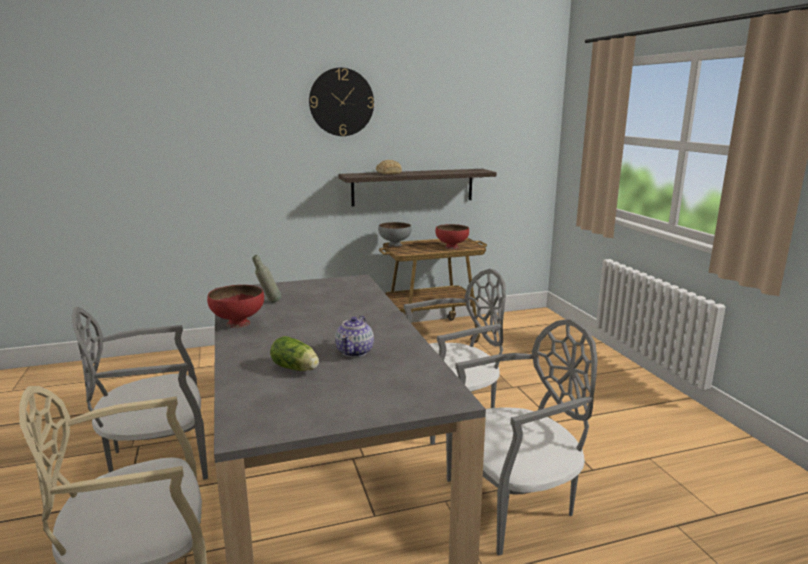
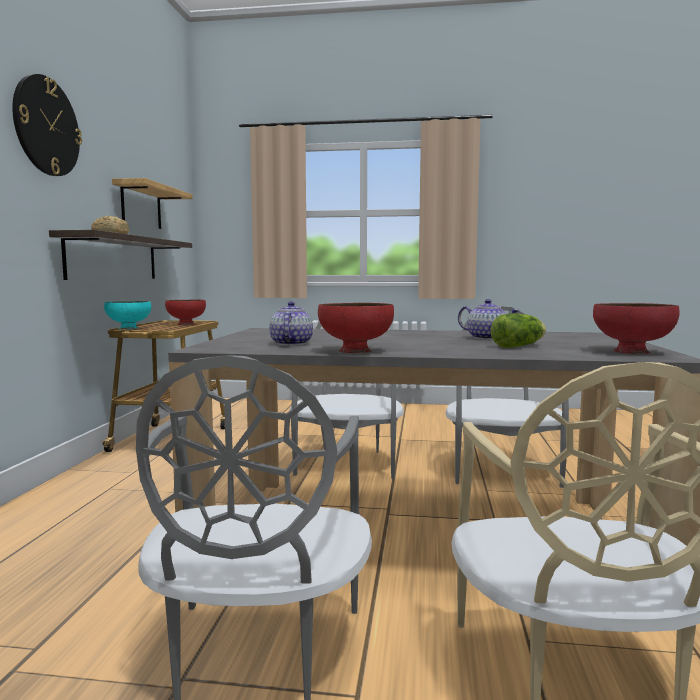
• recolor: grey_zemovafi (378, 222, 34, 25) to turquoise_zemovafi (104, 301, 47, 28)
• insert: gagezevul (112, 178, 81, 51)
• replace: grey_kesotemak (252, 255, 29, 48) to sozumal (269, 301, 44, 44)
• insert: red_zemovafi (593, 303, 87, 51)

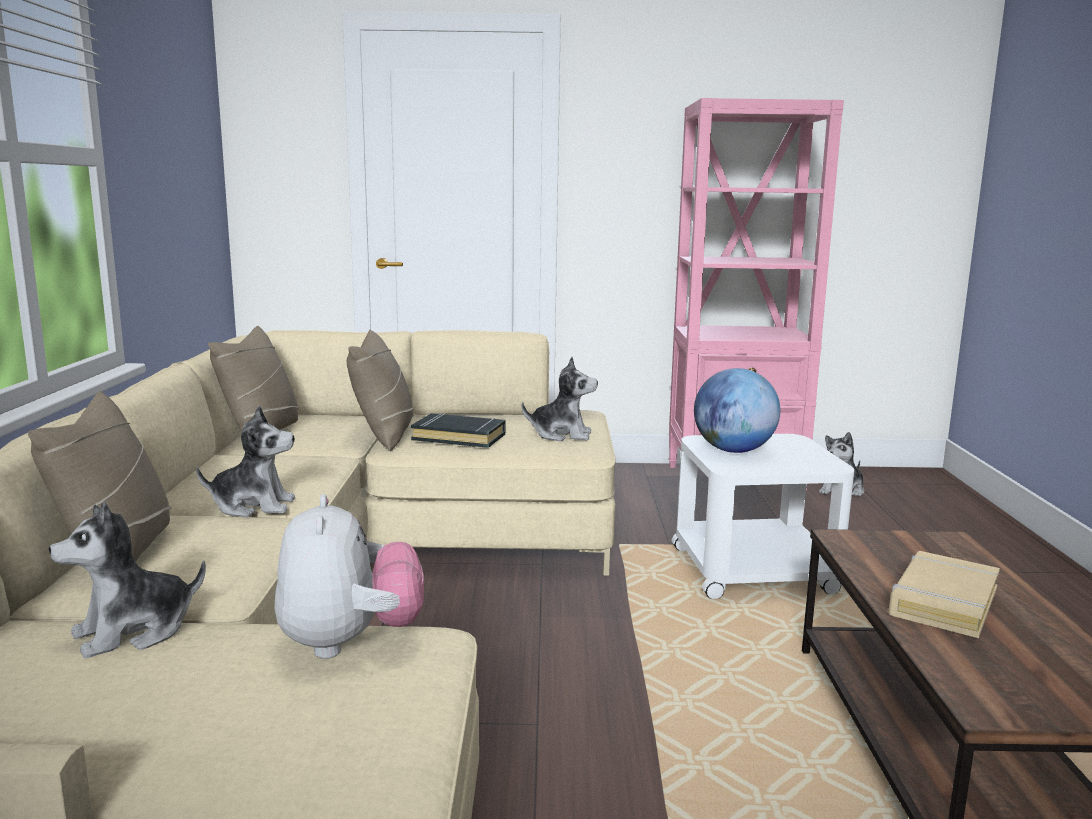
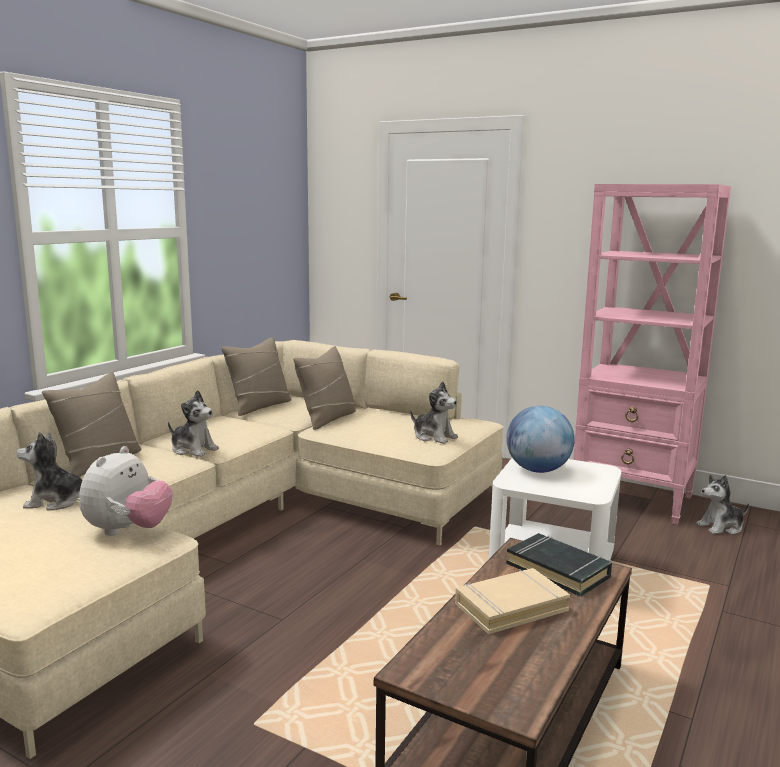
• move: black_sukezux (411, 413, 94, 35) to (506, 533, 106, 64)

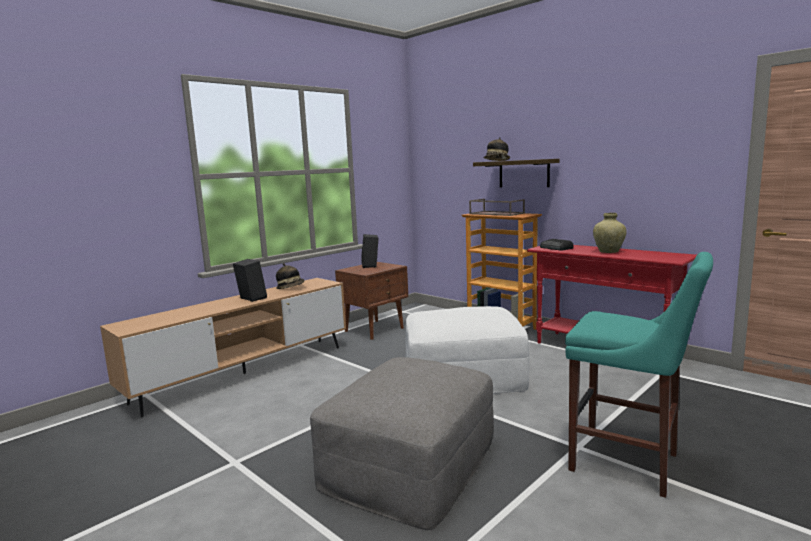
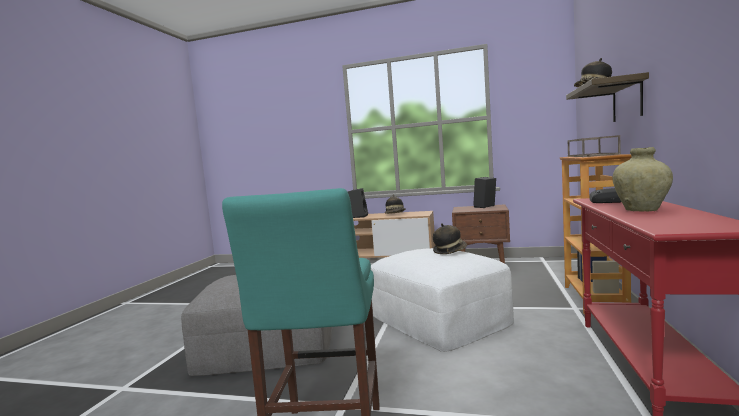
• insert: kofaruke (433, 223, 34, 31)

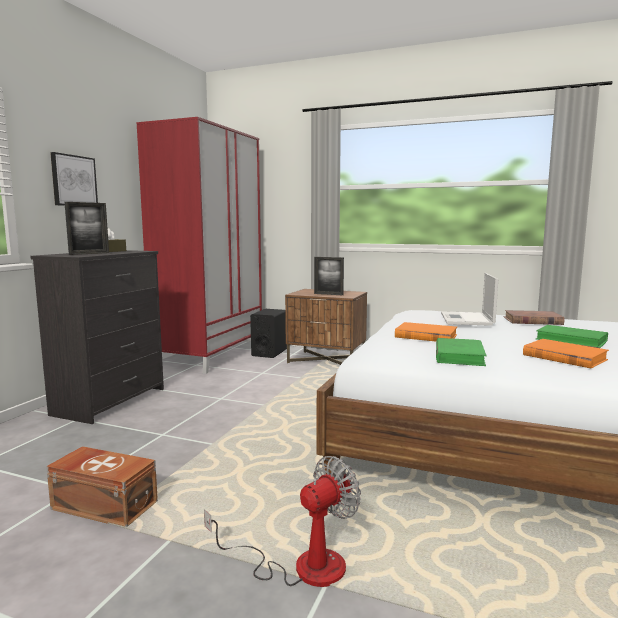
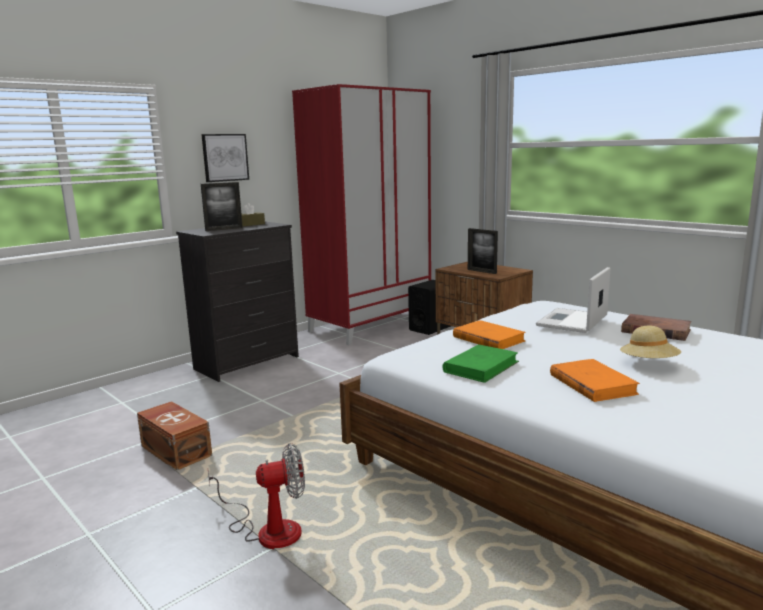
• replace: green_sukezux (536, 325, 72, 23) to beige_kofaruke (620, 326, 61, 32)

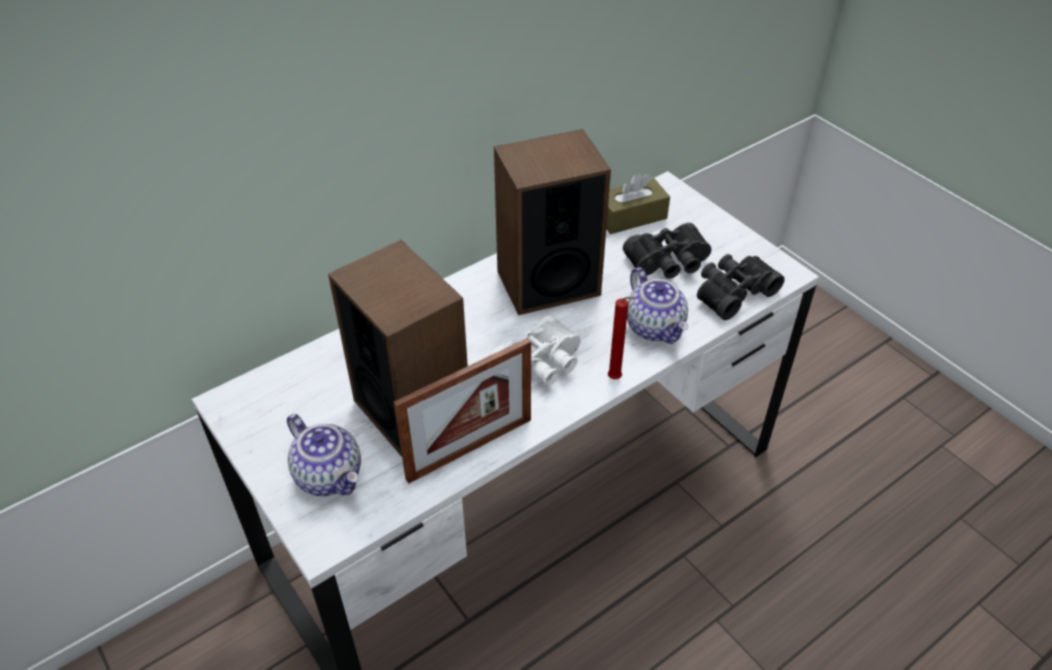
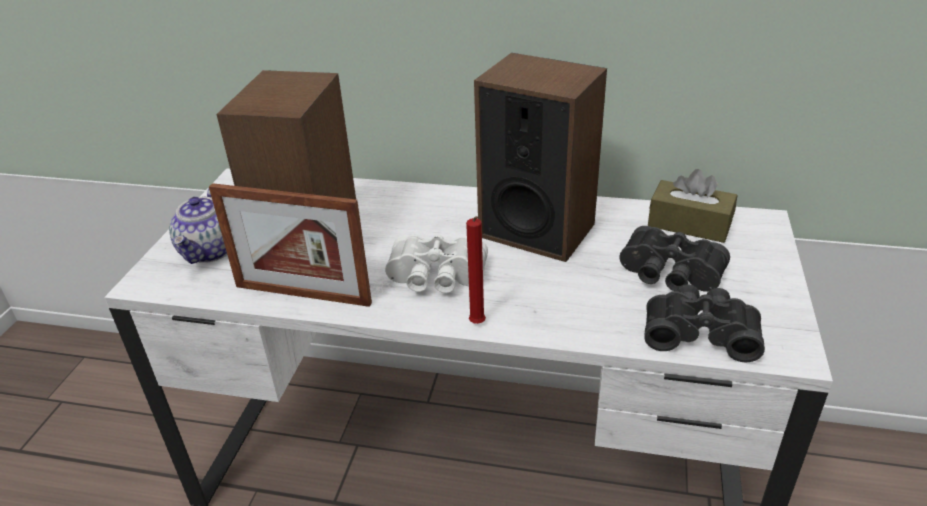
• delete: sozumal (627, 267, 61, 77)

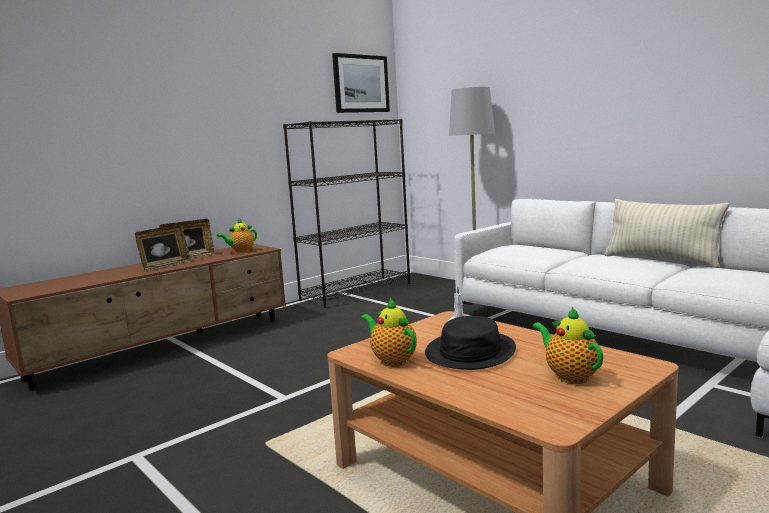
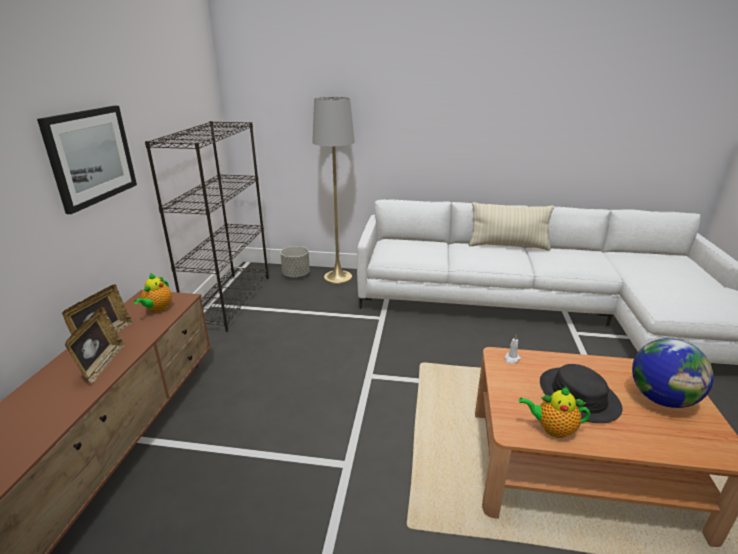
• move: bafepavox (332, 53, 58, 60) to (37, 106, 100, 108)
• insert: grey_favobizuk (280, 246, 30, 32)
• replace: sozumal (532, 307, 71, 77) to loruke (632, 338, 82, 70)

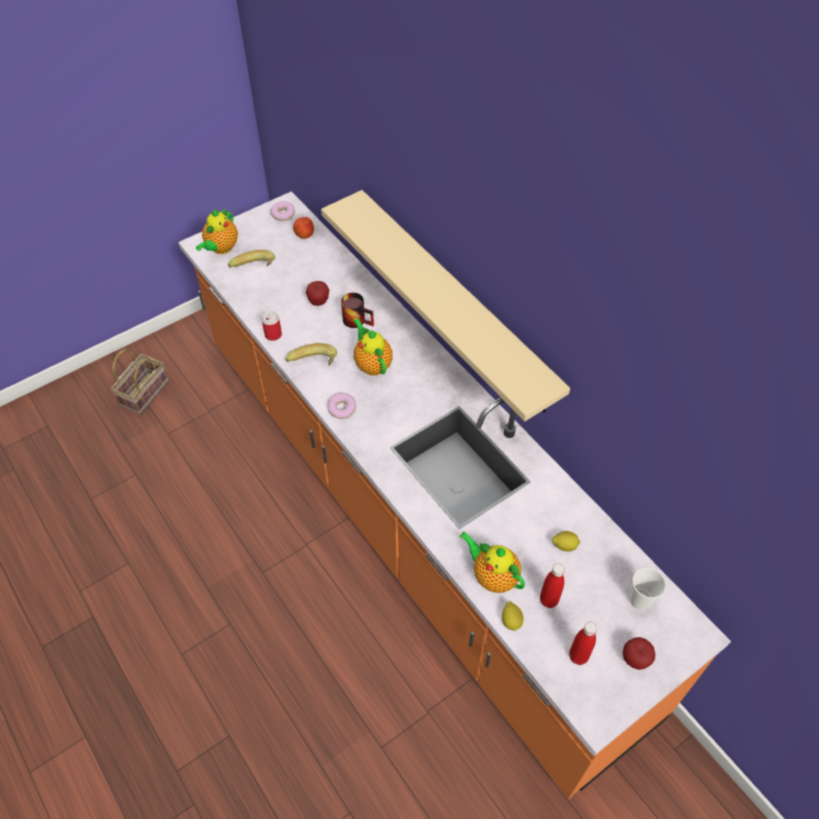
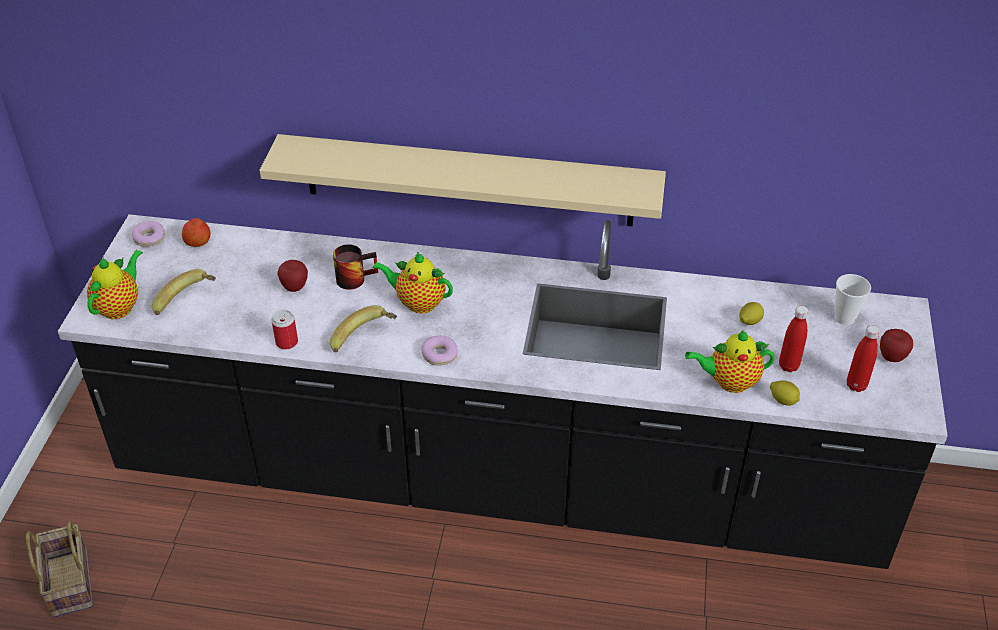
• recolor: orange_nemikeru (178, 191, 553, 608) to black_nemikeru (58, 214, 890, 355)
• rotate: sozumal (196, 209, 42, 45) = (87, 250, 56, 69) 135 degrees counterclockwise

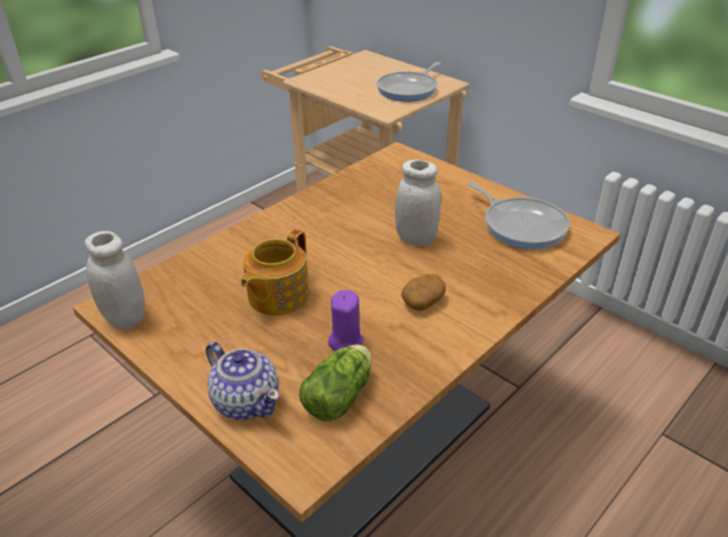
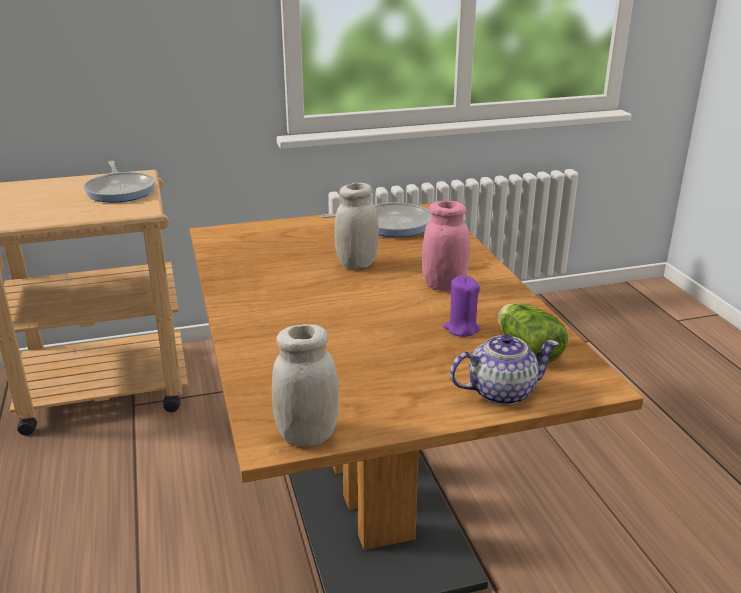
• replace: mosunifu (401, 274, 45, 37) to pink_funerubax (422, 201, 48, 90)
• delete: sozumal (240, 229, 69, 86)

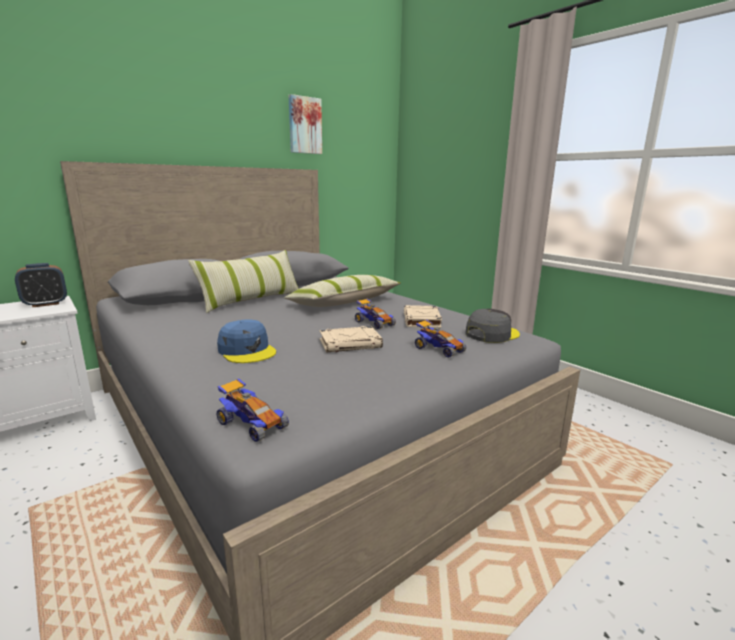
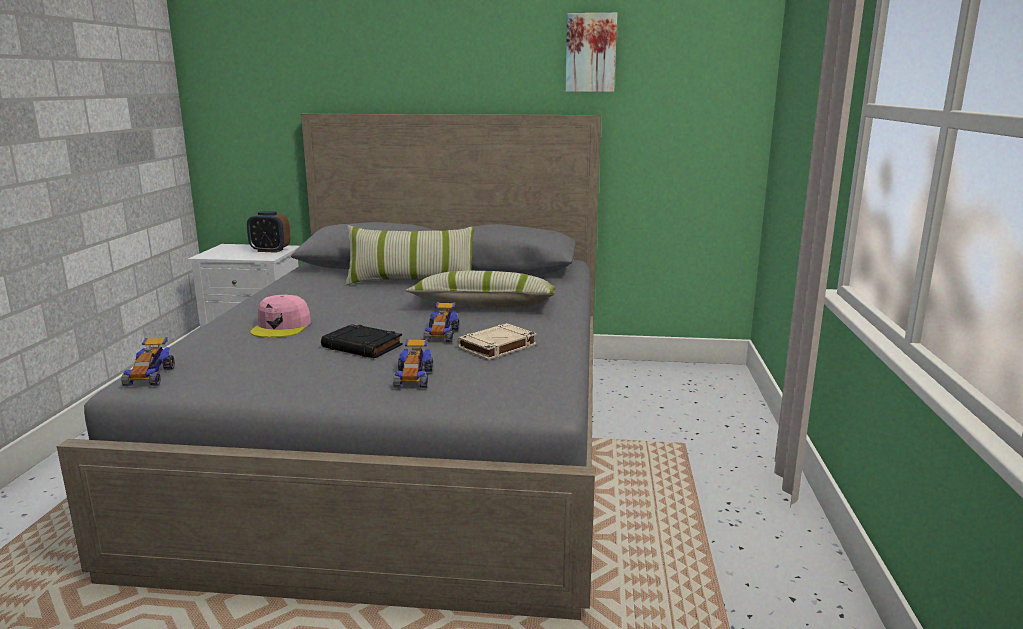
• recolor: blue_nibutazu (217, 319, 59, 44) to pink_nibutazu (250, 295, 61, 43)
• recolor: beige_sukezux (319, 326, 64, 26) to black_sukezux (321, 324, 82, 34)
• delete: grey_nibutazu (465, 309, 55, 34)

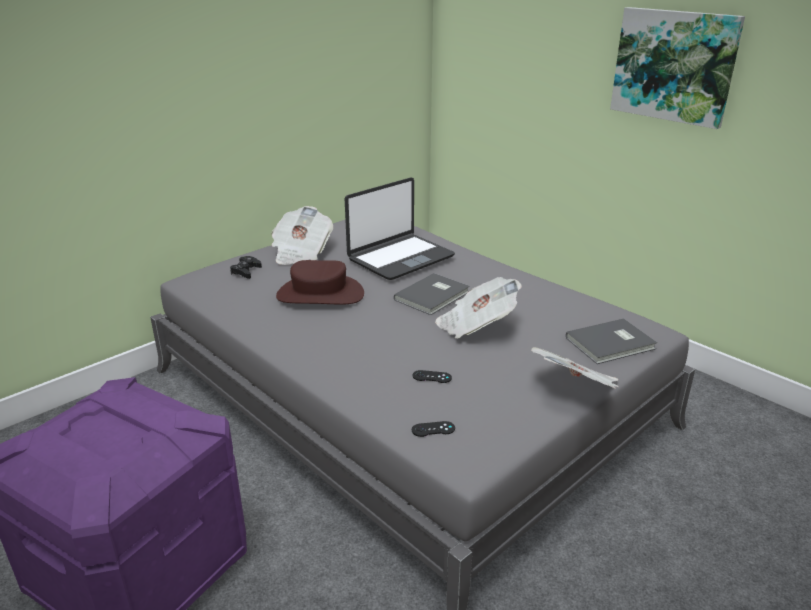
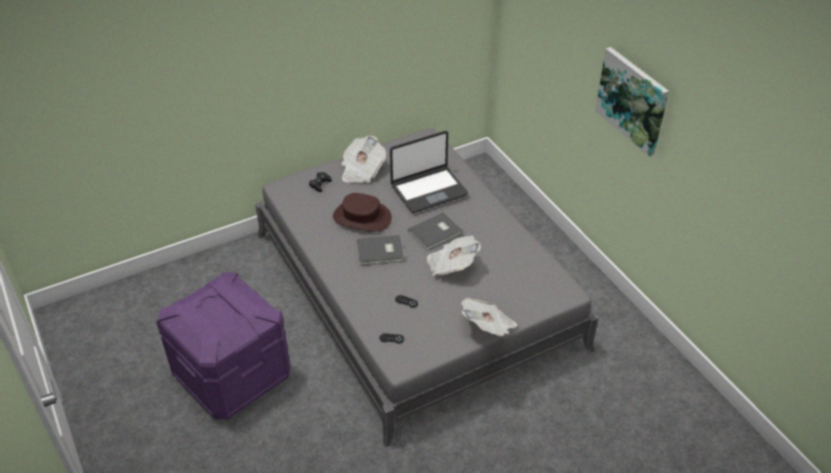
• move: grey_sukezux (566, 319, 92, 45) to (357, 235, 47, 30)

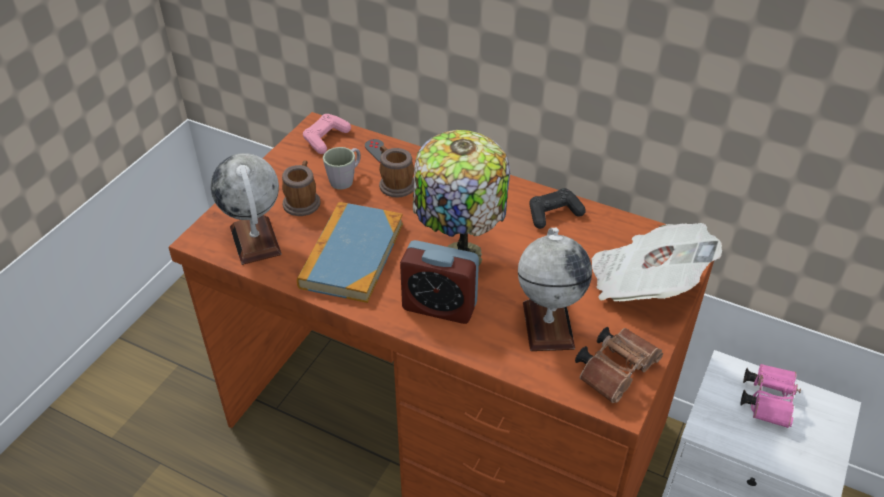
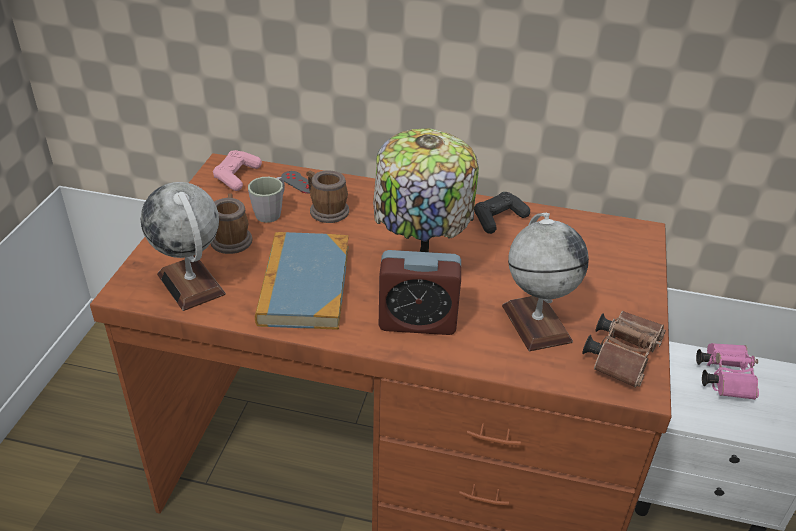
• delete: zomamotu (591, 223, 131, 78)

